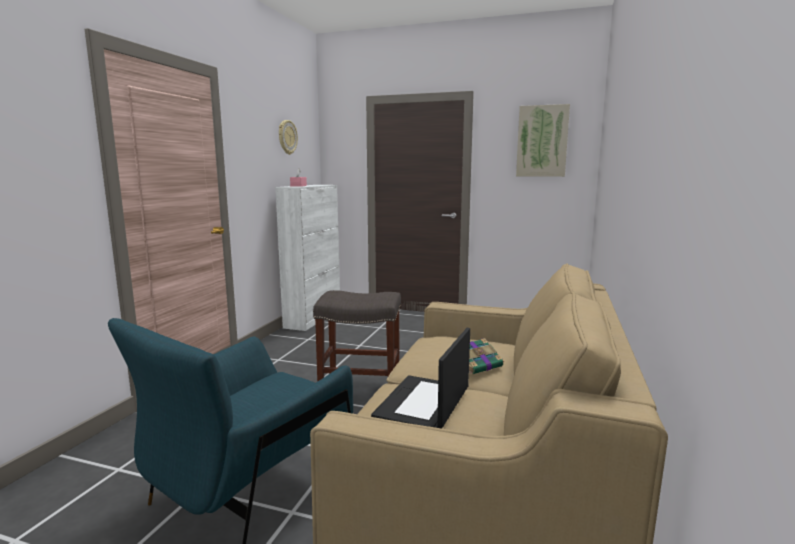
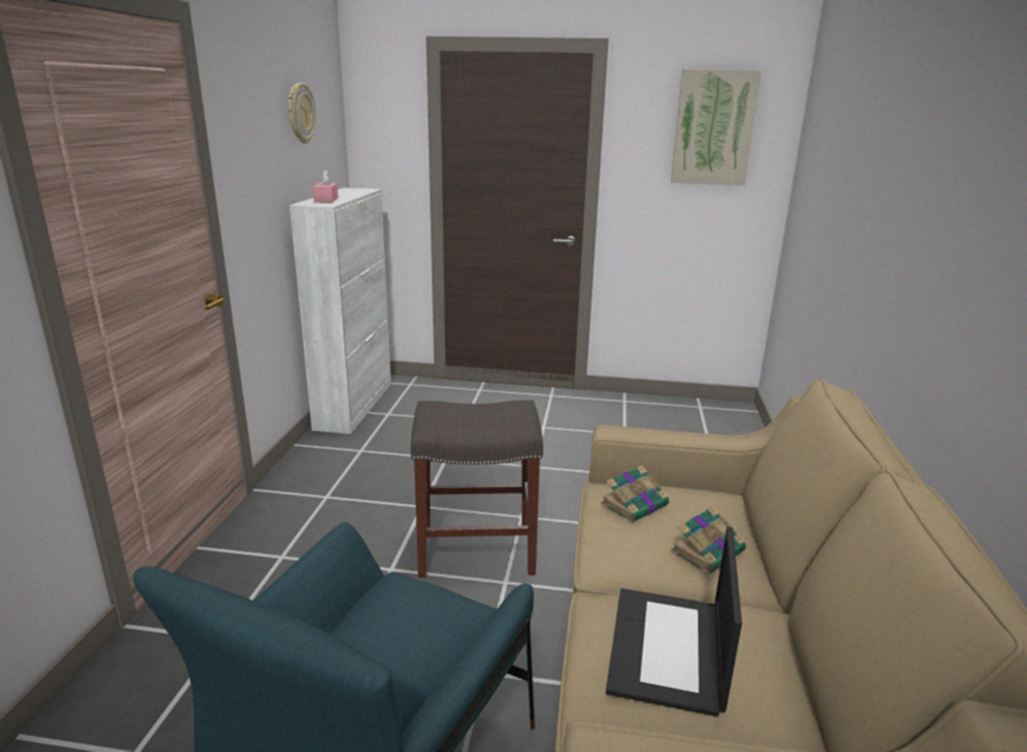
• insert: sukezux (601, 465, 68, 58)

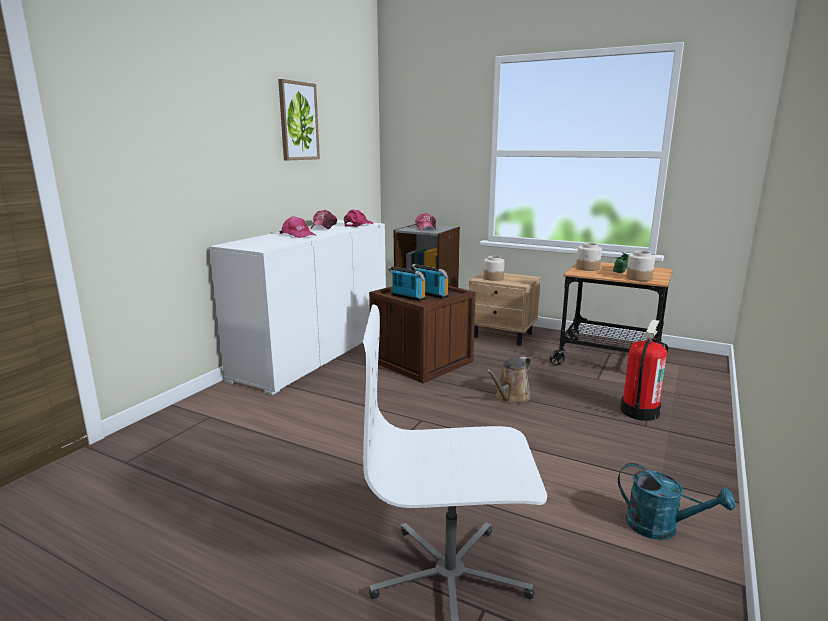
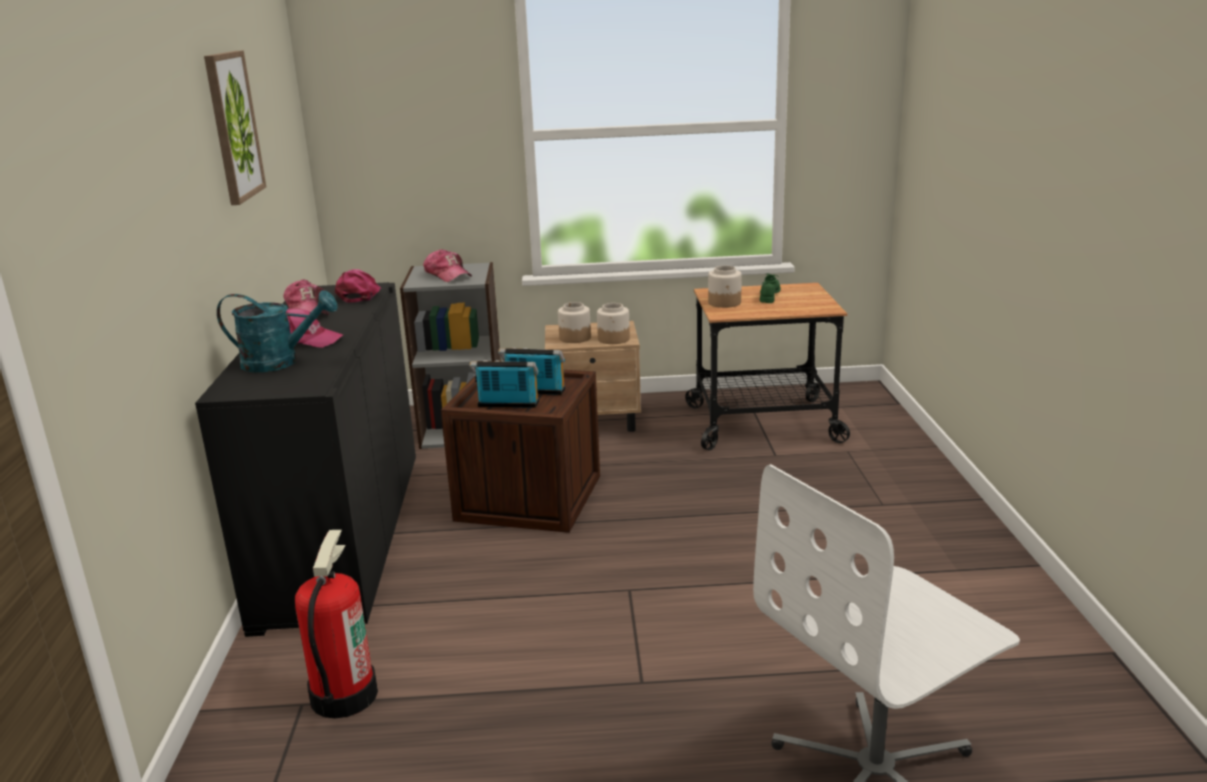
• recolor: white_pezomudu (209, 220, 177, 175) to black_pezomudu (195, 282, 221, 355)
• move: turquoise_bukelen (618, 463, 117, 77) to (217, 290, 120, 82)
• move: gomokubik (620, 320, 47, 101) to (295, 530, 83, 188)
• move: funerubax (626, 251, 29, 30) to (597, 303, 33, 41)
• delete: brown_bukelen (486, 356, 45, 48)

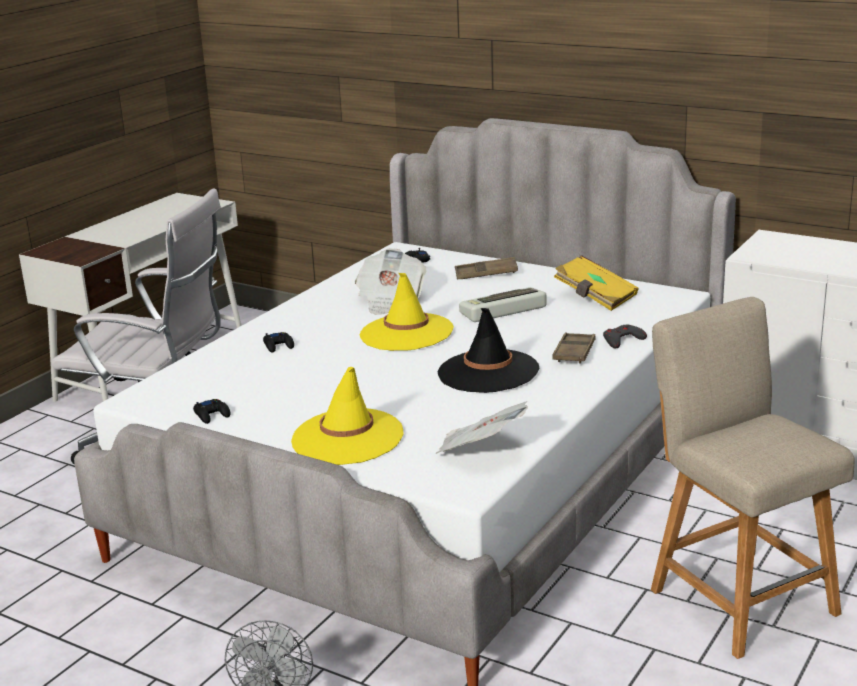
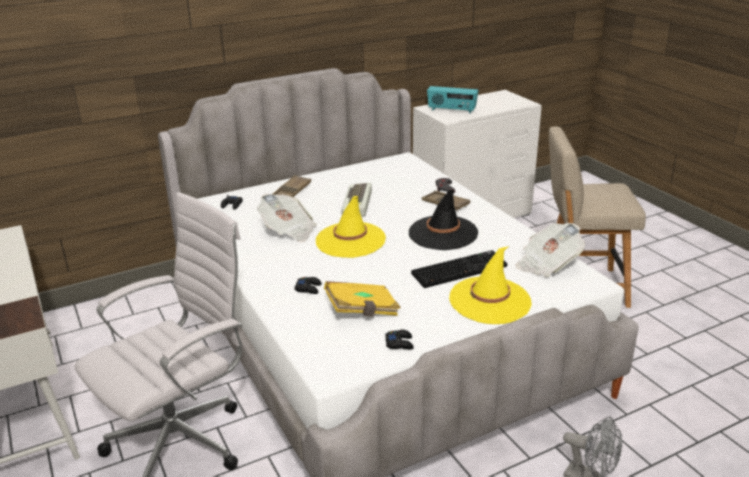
• move: yellow_sukezux (554, 255, 85, 56) to (324, 281, 77, 35)
• insert: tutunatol (411, 250, 96, 38)
• insert: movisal (427, 86, 52, 27)

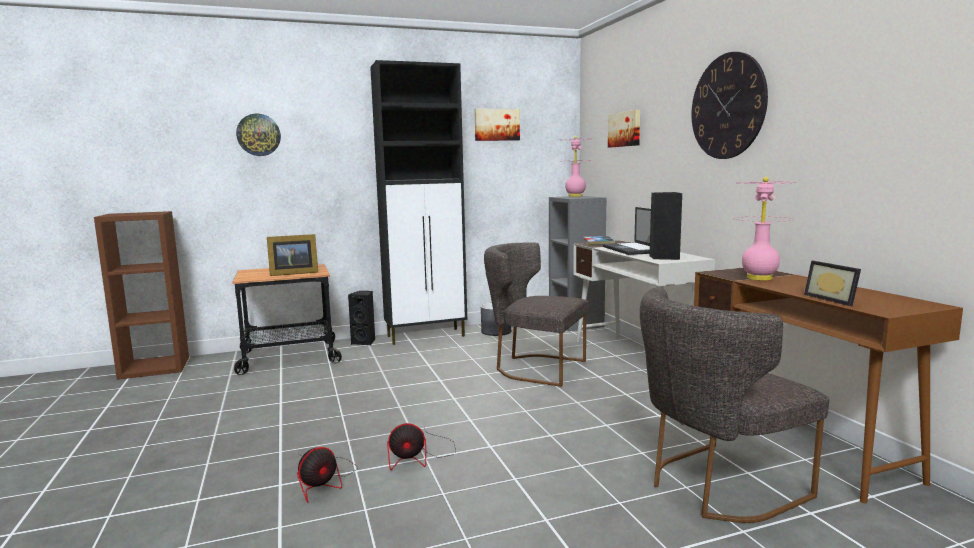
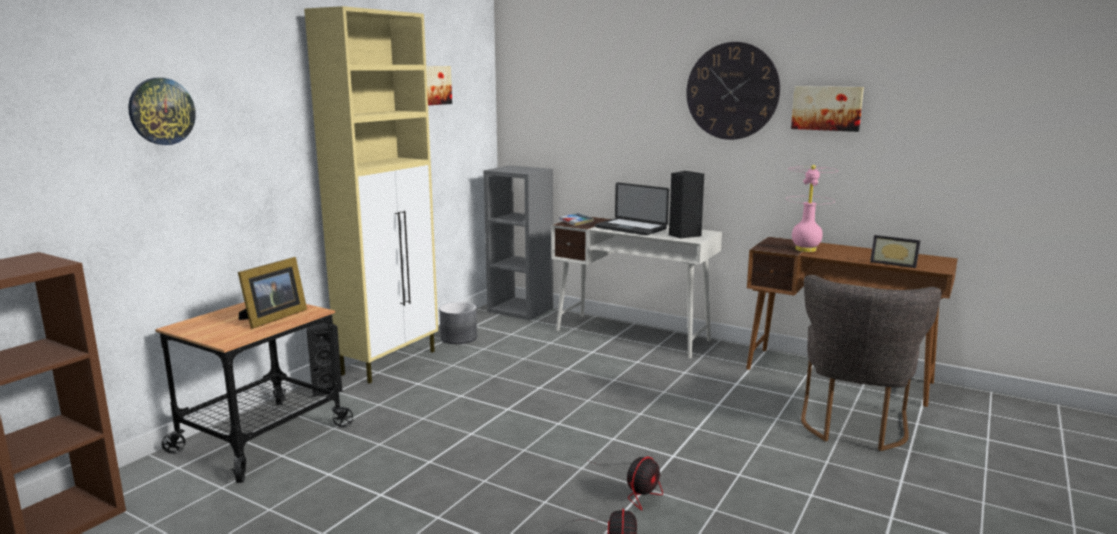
• recolor: black_pezomudu (370, 60, 97, 285) to beige_pezomudu (304, 6, 134, 377)
• move: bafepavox (608, 110, 32, 37) to (791, 86, 73, 46)
• delete: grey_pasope (484, 242, 105, 145)
• delete: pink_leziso (560, 136, 32, 61)

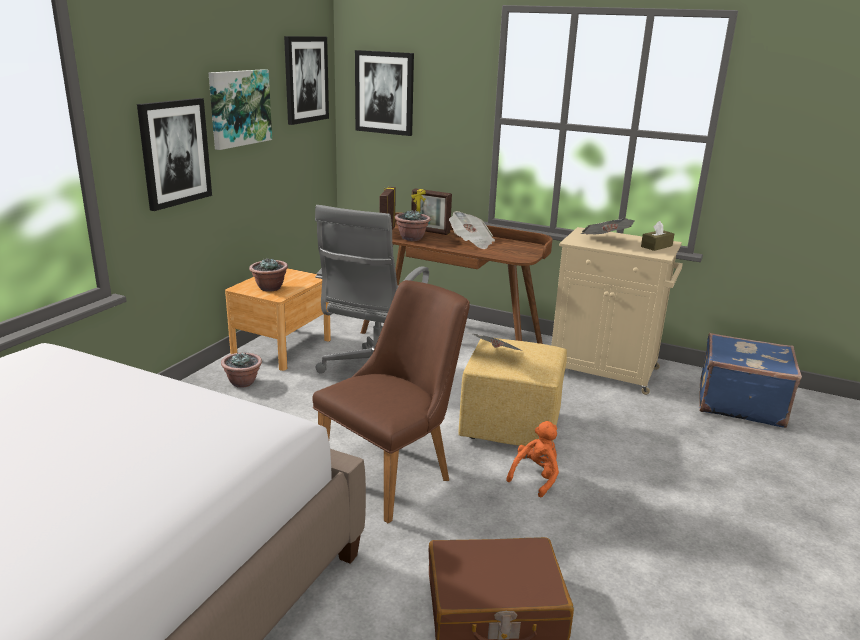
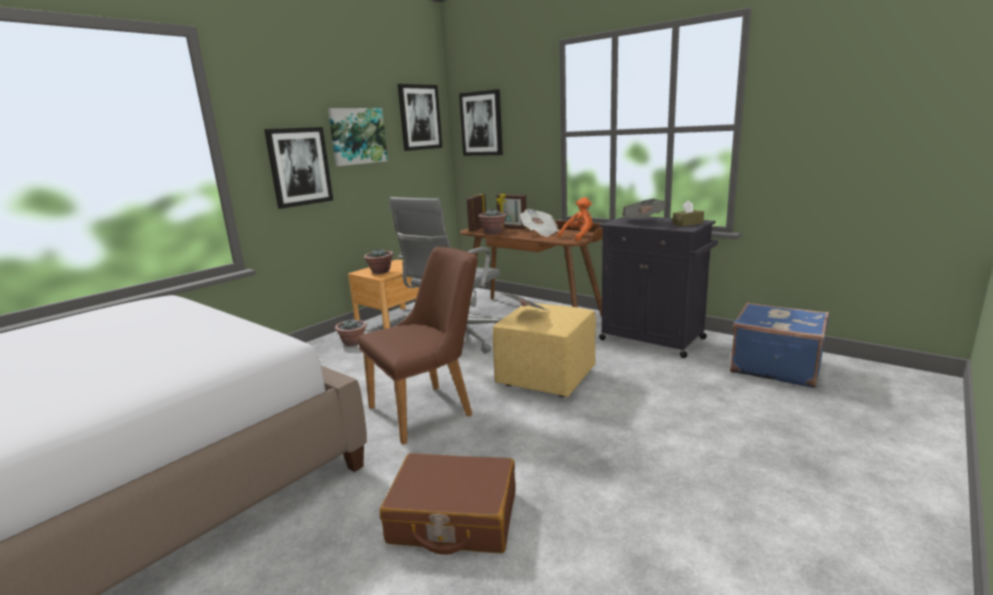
• move: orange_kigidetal (506, 421, 53, 77) to (558, 197, 35, 45)
• recolor: beige_pezomudu (551, 227, 132, 168) to black_pezomudu (599, 217, 119, 141)

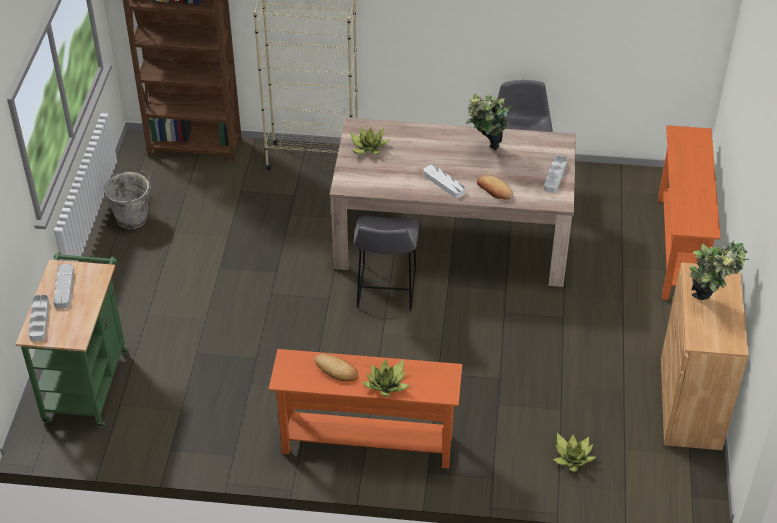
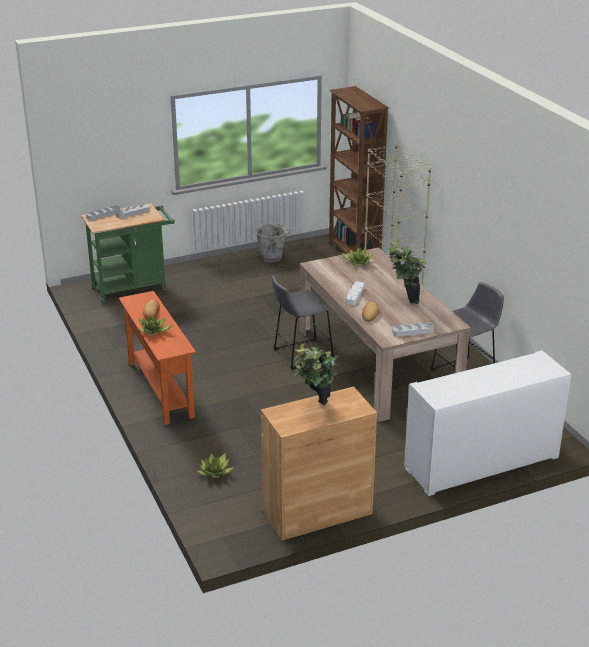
• replace: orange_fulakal (658, 125, 63, 175) to white_pezomudu (404, 350, 167, 146)

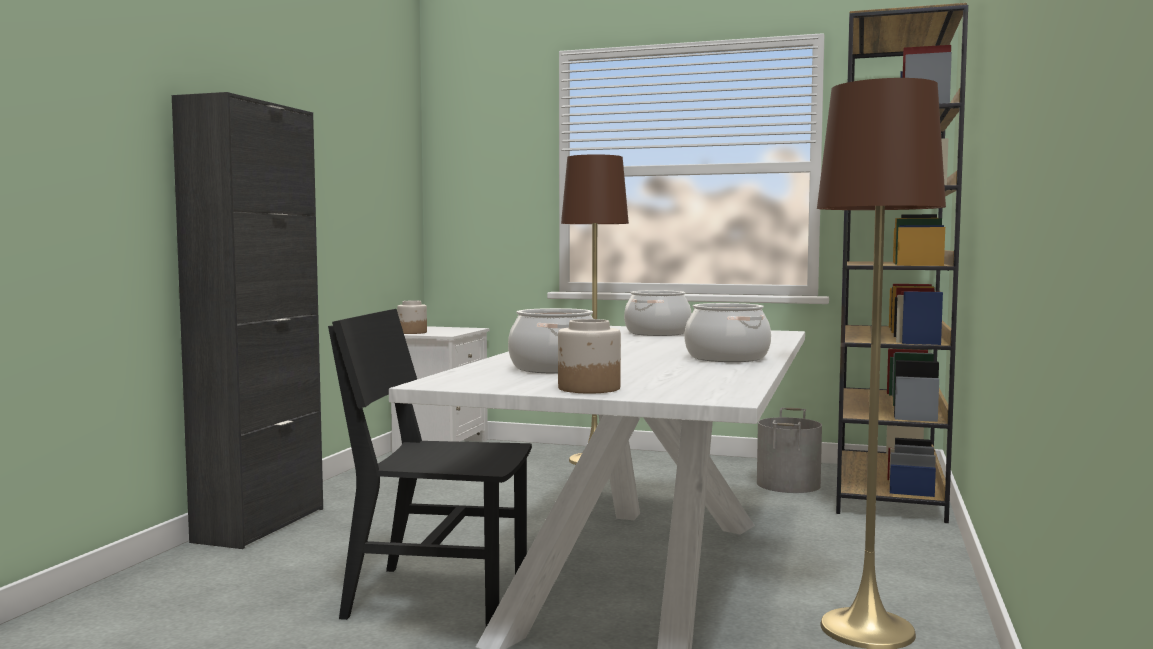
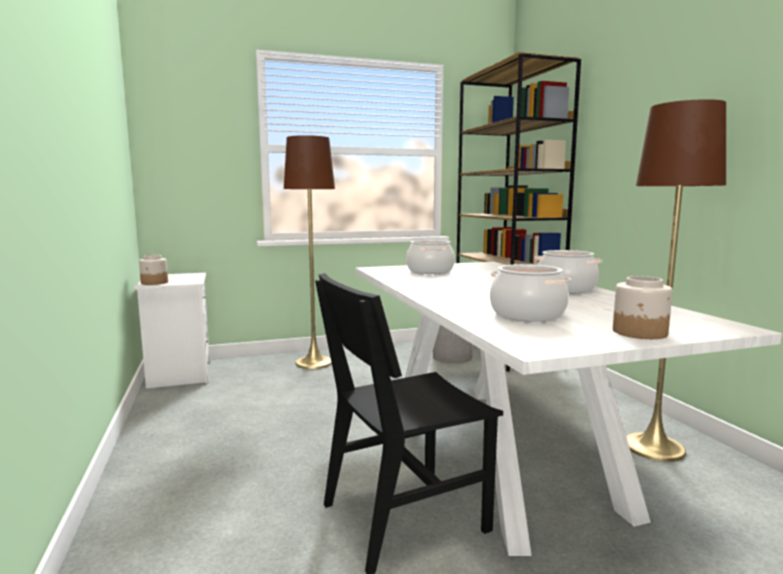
• delete: black_pezomudu (172, 92, 151, 457)

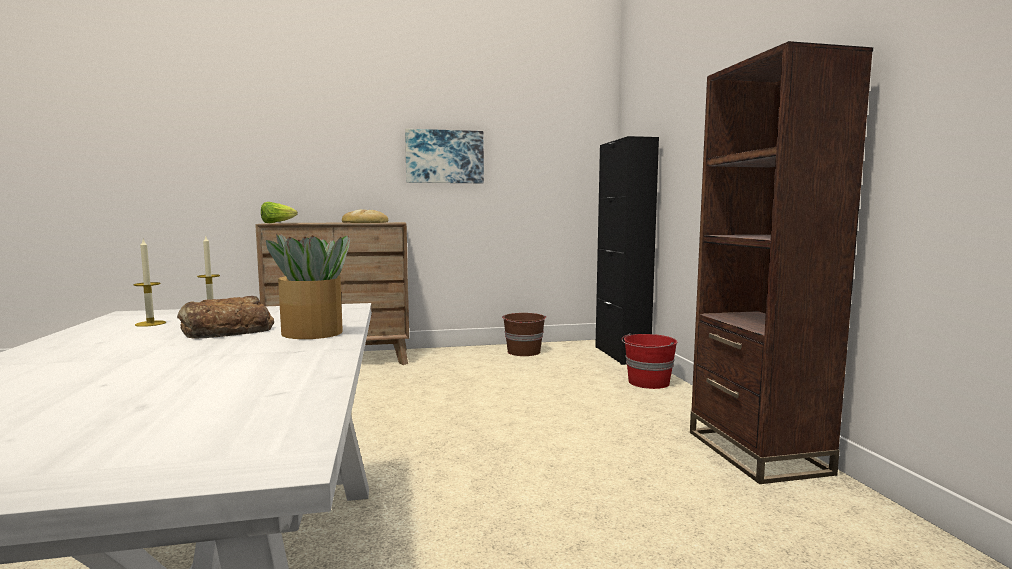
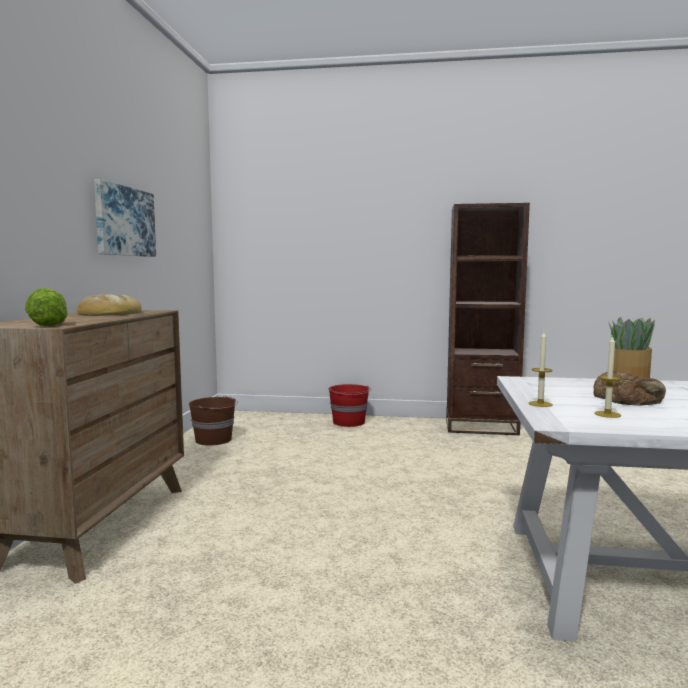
• delete: black_pezomudu (595, 136, 64, 229)

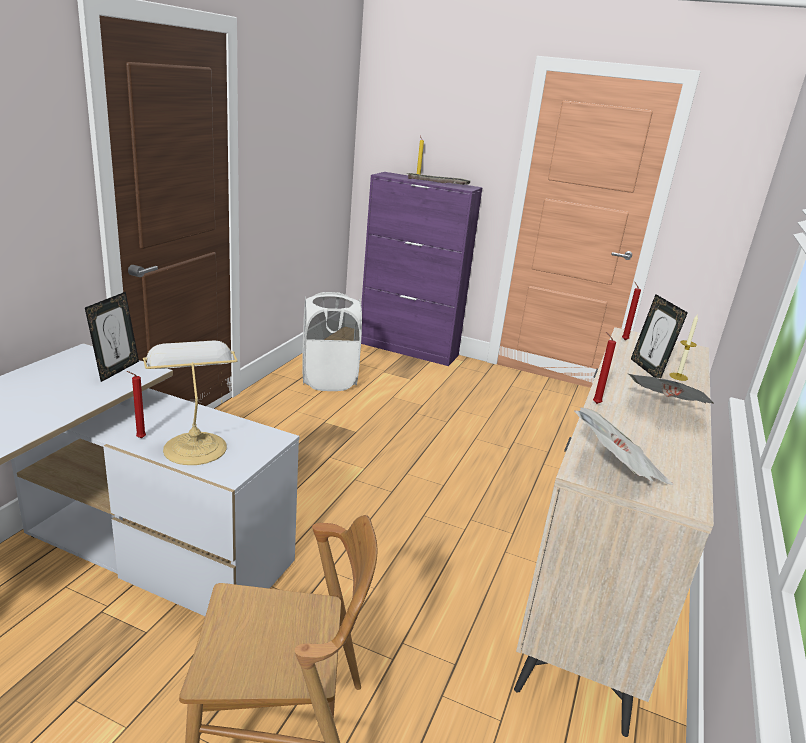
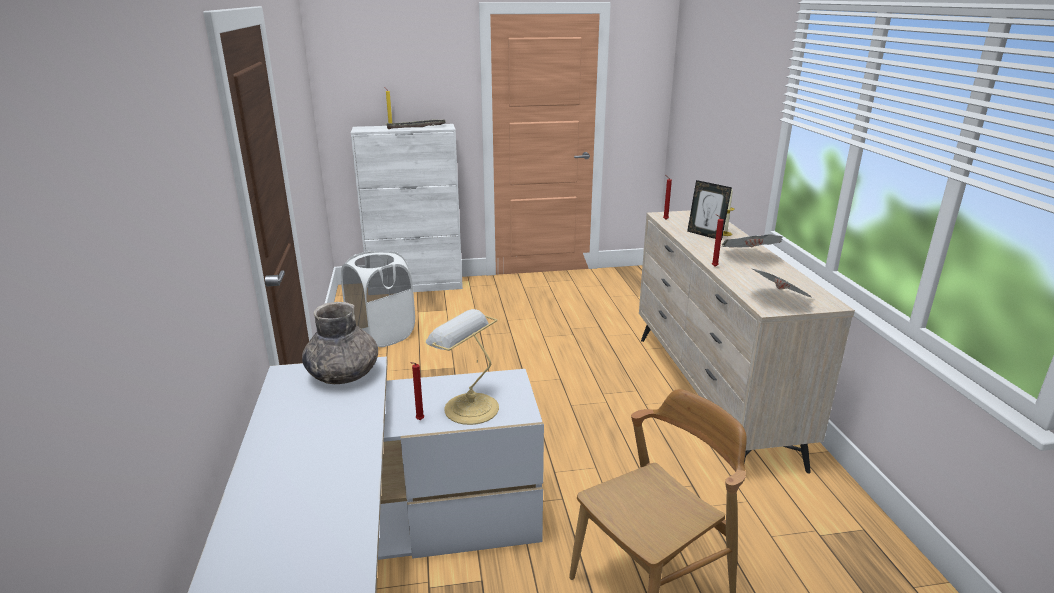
• replace: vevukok (85, 292, 54, 90) to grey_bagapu (302, 302, 76, 82)
• recolor: purple_pezomudu (361, 172, 122, 194) to white_pezomudu (351, 124, 112, 168)

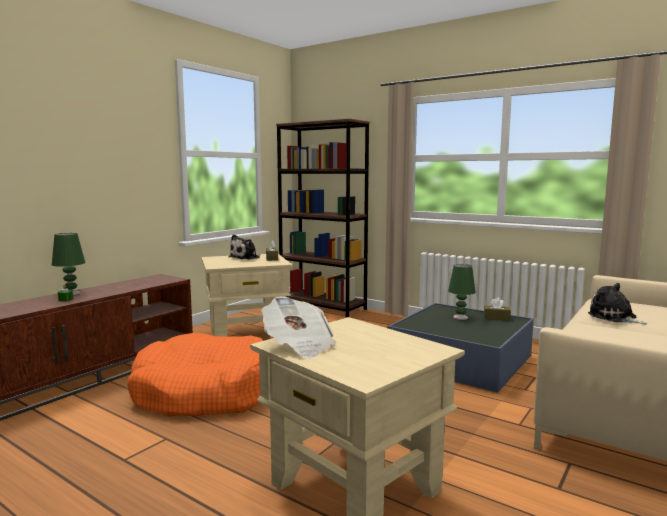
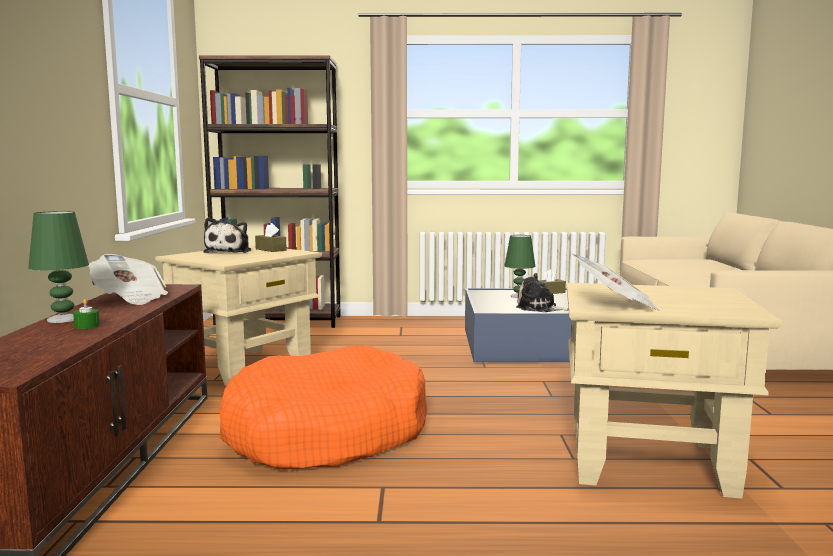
• insert: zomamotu (88, 254, 80, 51)
• move: kigidetal (588, 283, 60, 41) to (516, 273, 53, 39)

